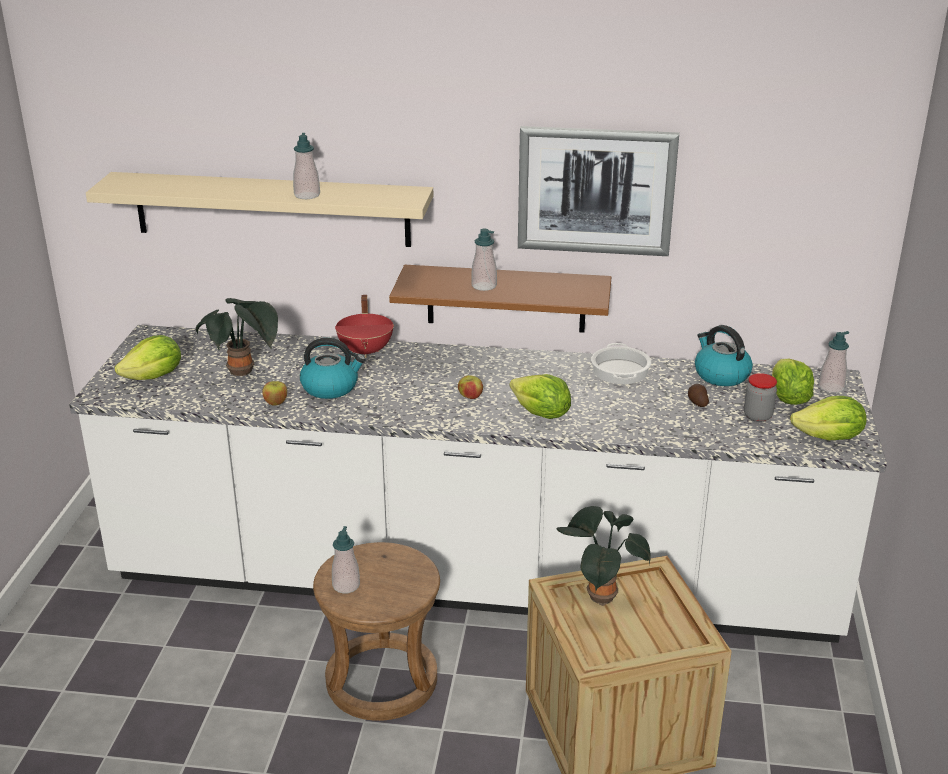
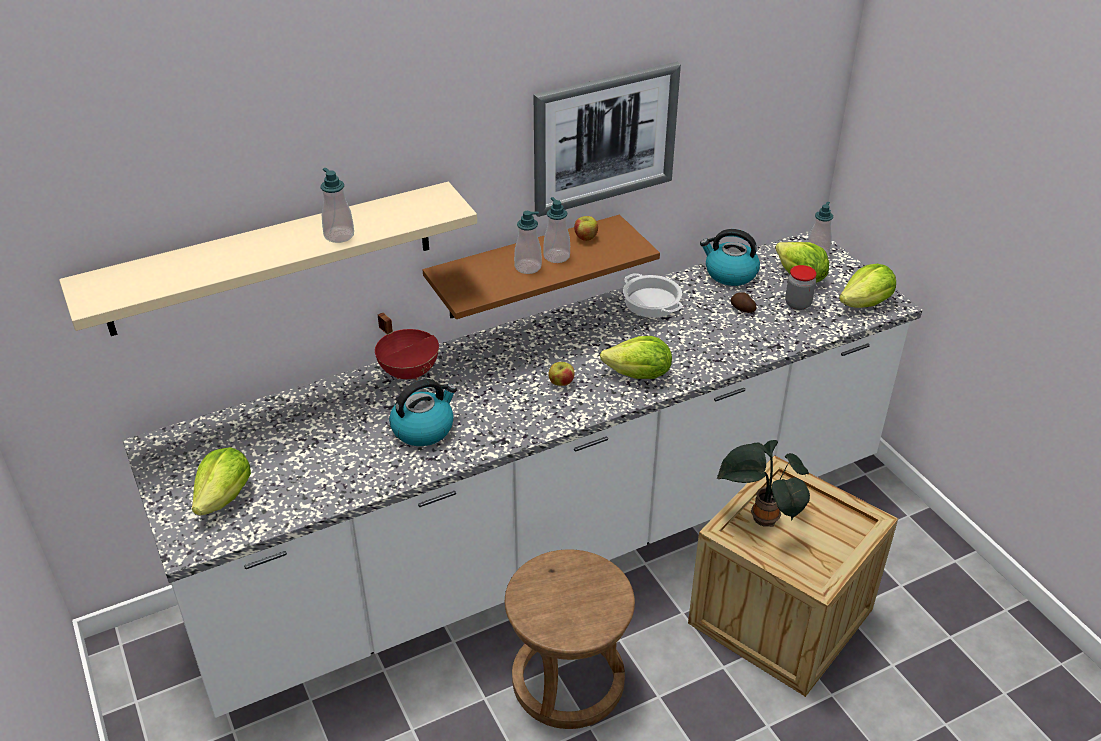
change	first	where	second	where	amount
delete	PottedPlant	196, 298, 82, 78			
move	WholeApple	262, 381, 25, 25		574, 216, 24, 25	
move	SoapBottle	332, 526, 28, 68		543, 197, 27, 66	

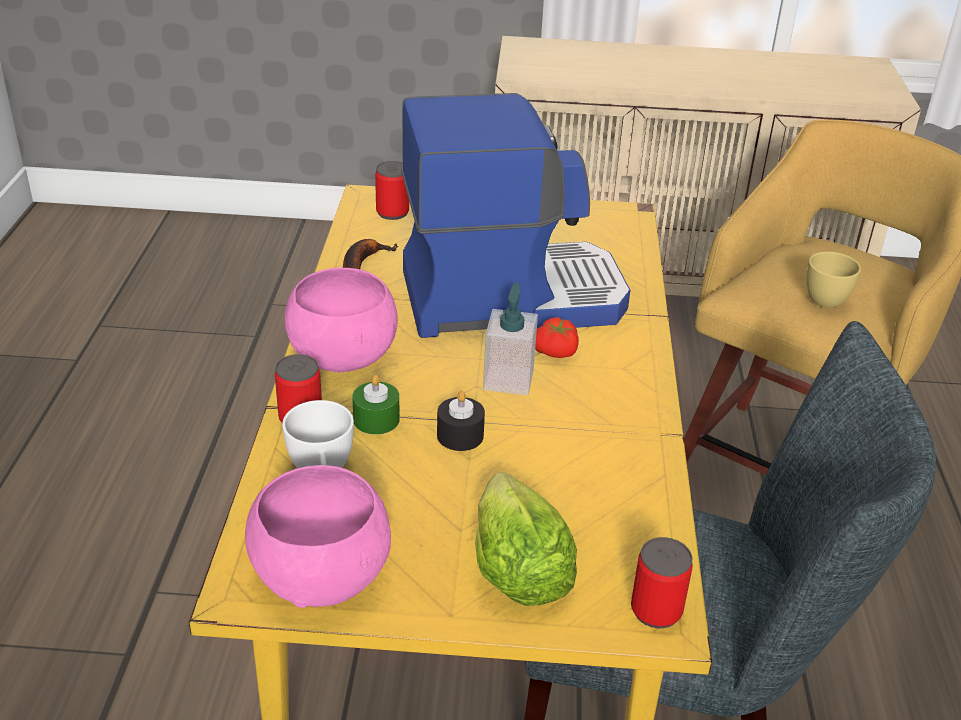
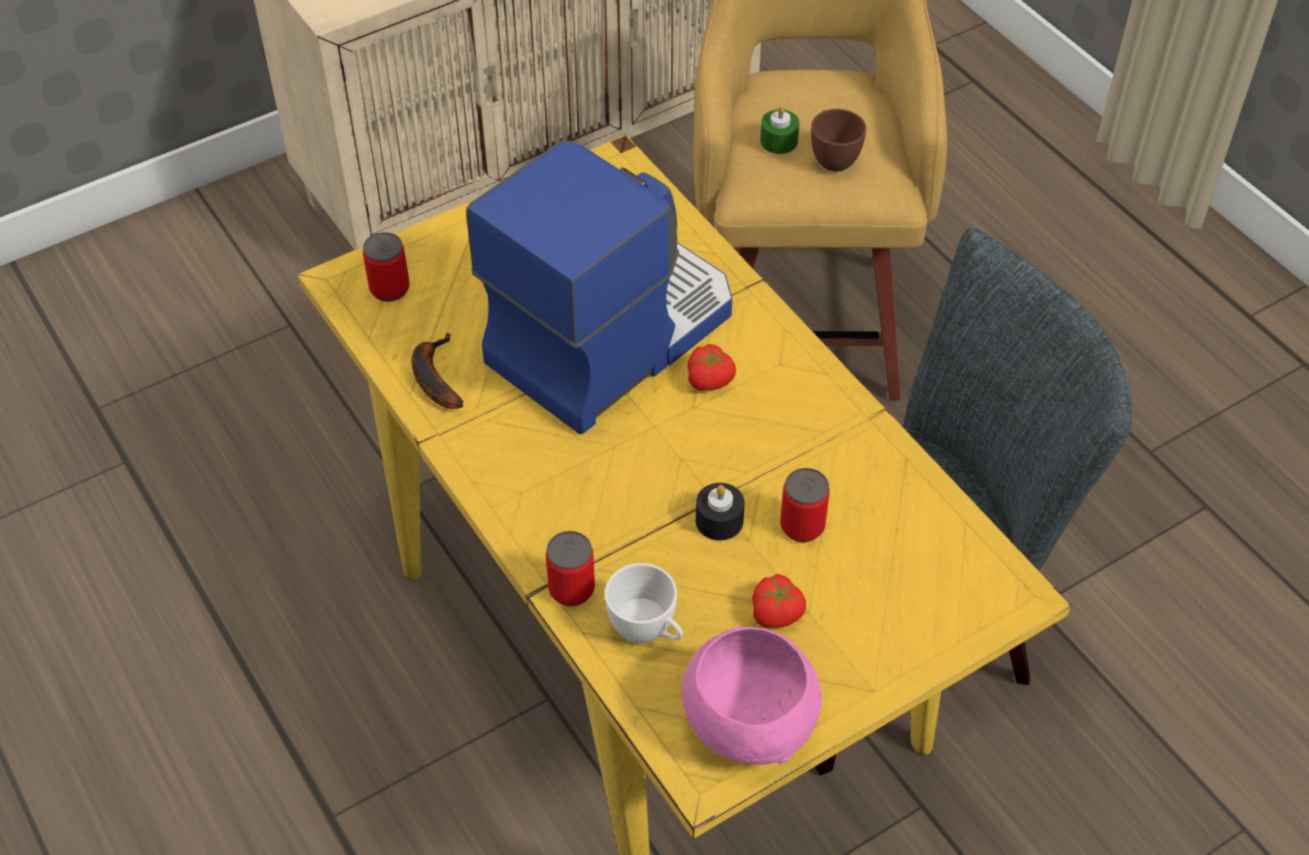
change	first	where	second	where	amount
delete	PinkBowl	285, 268, 113, 104			
delete	Lettuce	475, 472, 102, 134			
delete	SoapBottle	483, 283, 55, 112			
insert			WholeTomato	752, 574, 54, 54	
move	GreenColouredWaxLight	352, 375, 48, 60		760, 105, 39, 49	
move	Can	631, 537, 62, 91		780, 468, 50, 74	
recolor	YellowColouredCup	807, 252, 54, 56	BrownCup	811, 109, 55, 63	

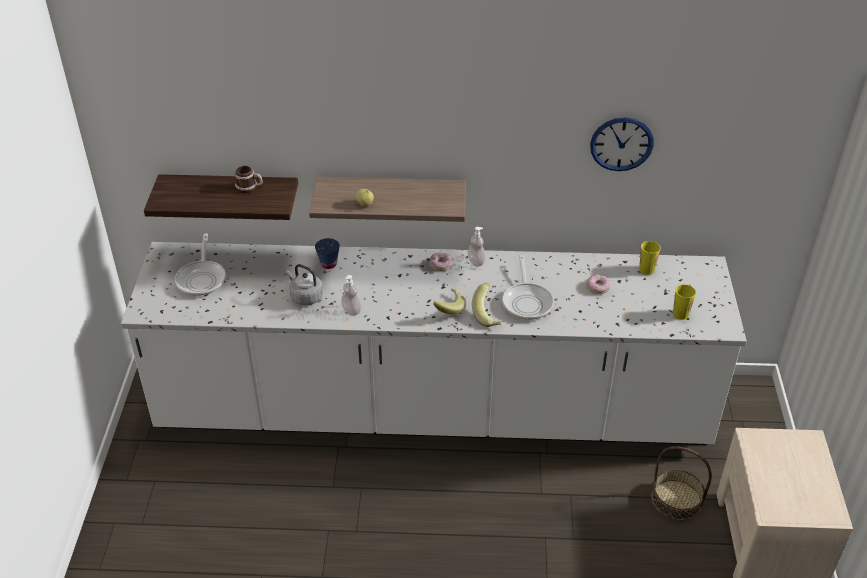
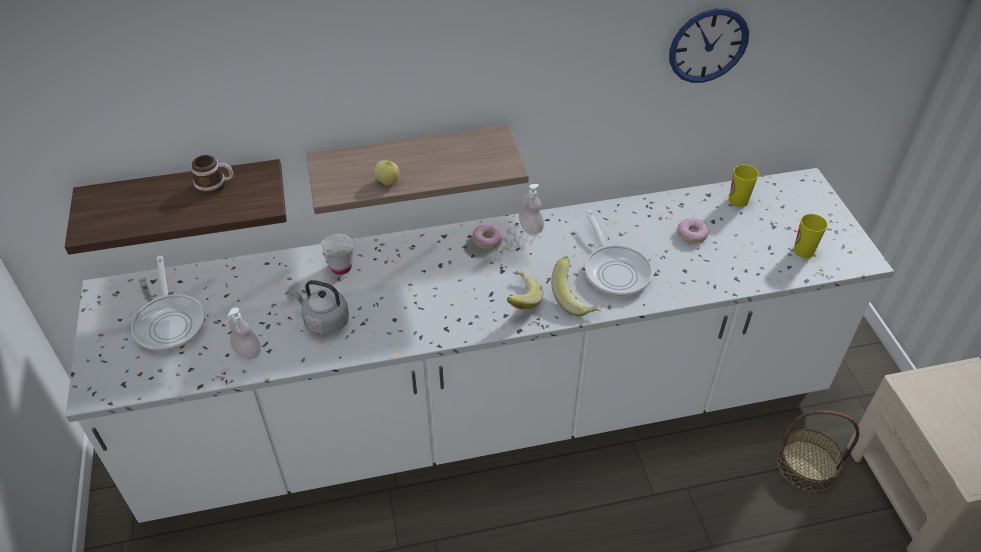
change	first	where	second	where	amount
move	SoapBottle	341, 275, 20, 41		228, 307, 33, 53	
recolor	BlueColouredCup	315, 238, 25, 31	WhitishCup	320, 233, 34, 41	

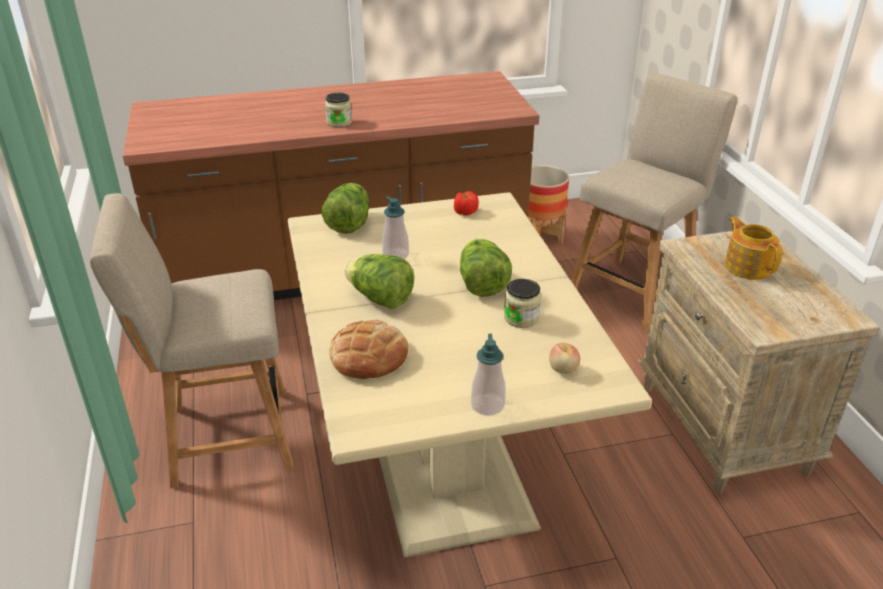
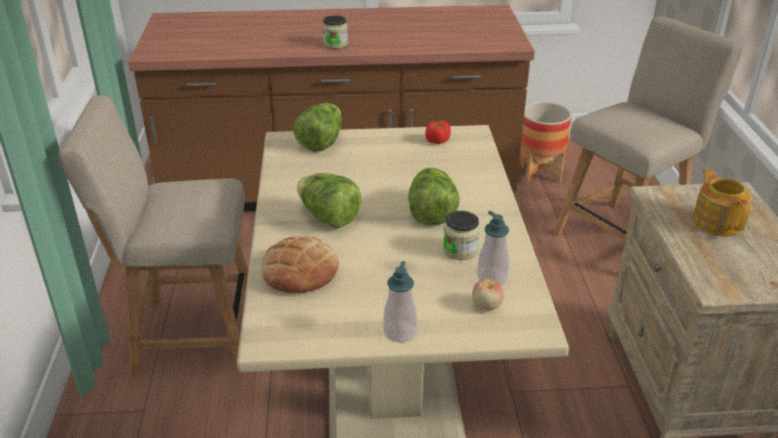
change	first	where	second	where	amount
move	SoapBottle	382, 196, 27, 63		477, 211, 32, 74	

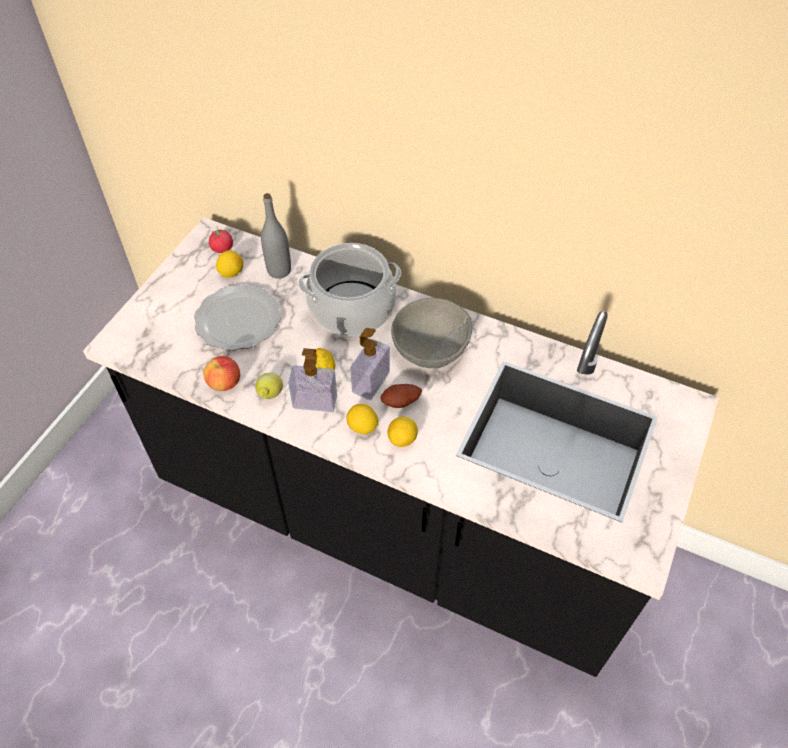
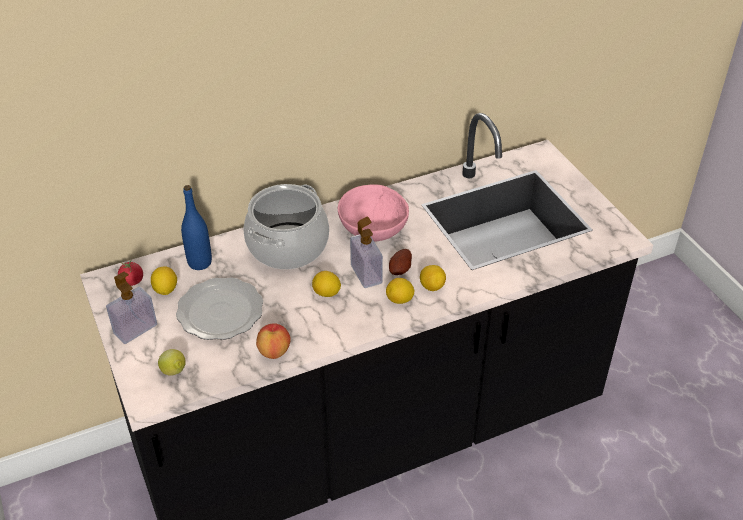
change	first	where	second	where	amount
move	Lemon	255, 373, 28, 26		158, 349, 28, 27	
move	SoapBottle	288, 348, 49, 64		106, 272, 51, 72	
recolor	GreyBottle	261, 193, 30, 86	BlueColouredBottle	181, 185, 31, 85	
recolor	GreyBowl	391, 298, 81, 70	PinkBowl	338, 185, 71, 57	

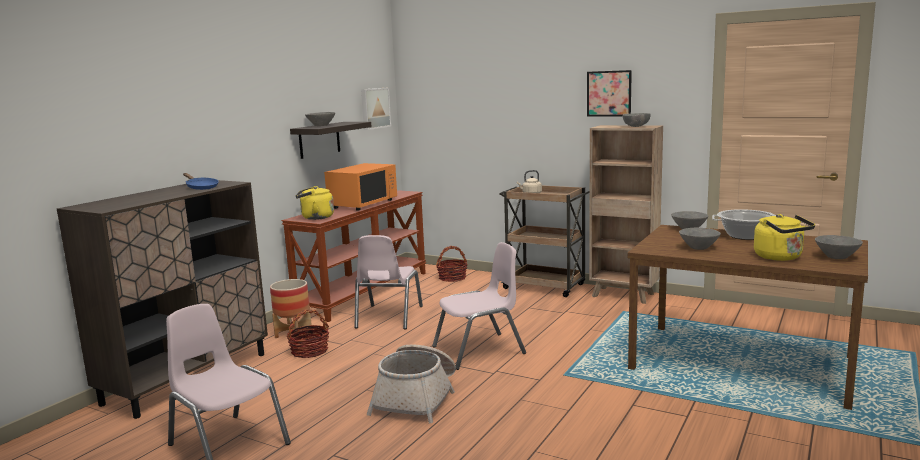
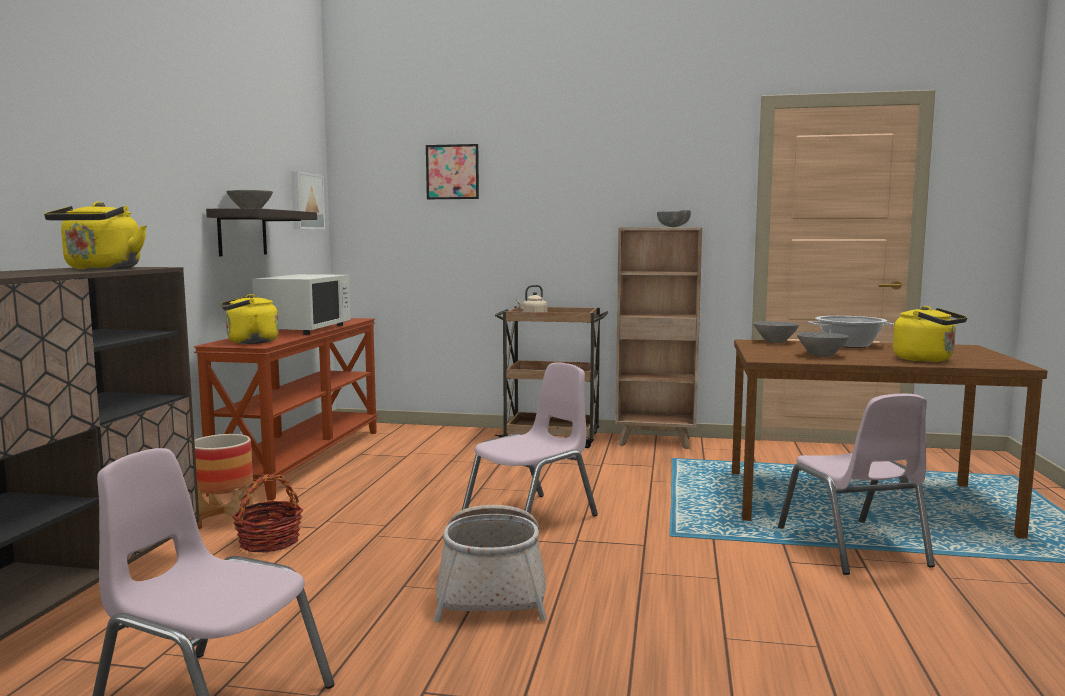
change	first	where	second	where	amount
delete	HouseholdBasket	436, 246, 32, 36			
delete	GreyBowl	815, 235, 48, 24			
move	PinkChair	354, 235, 69, 94		778, 394, 157, 181	
move	WallArt	587, 70, 45, 46		426, 144, 53, 55	
replace	BlueColouredFryingPan	183, 173, 36, 17	YellowColouredTeaKettle	44, 202, 103, 68	
recolor	OrangeColouredMicrowave	324, 163, 73, 48	WhitishMicrowave	252, 274, 99, 61	

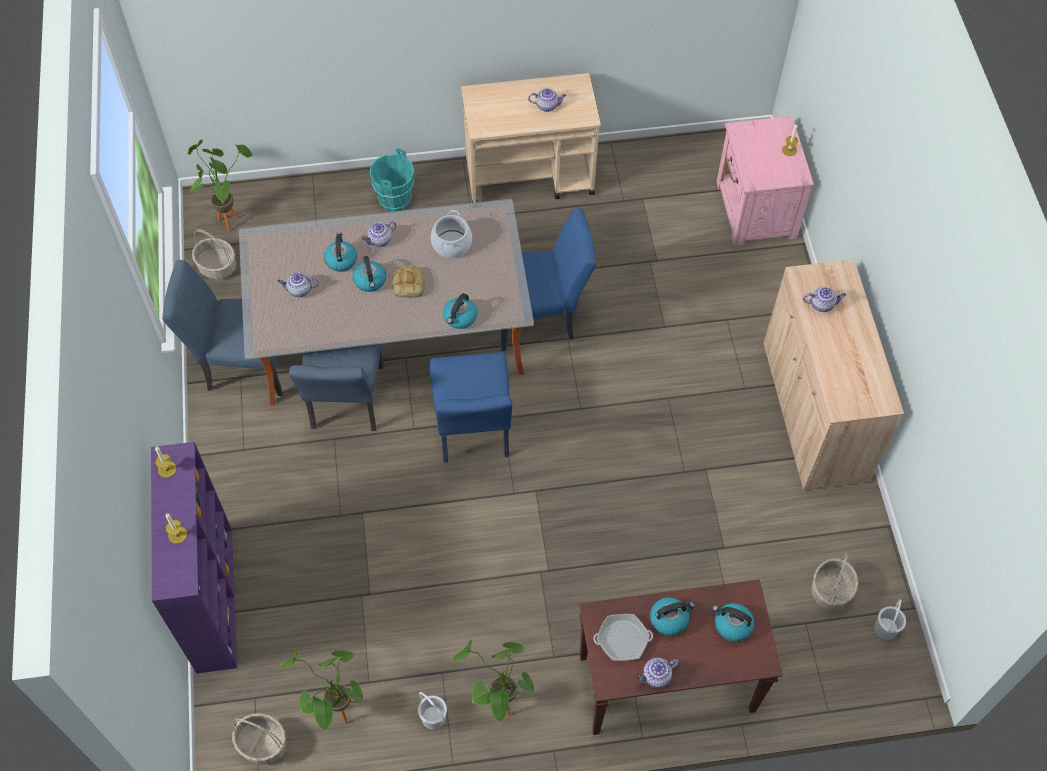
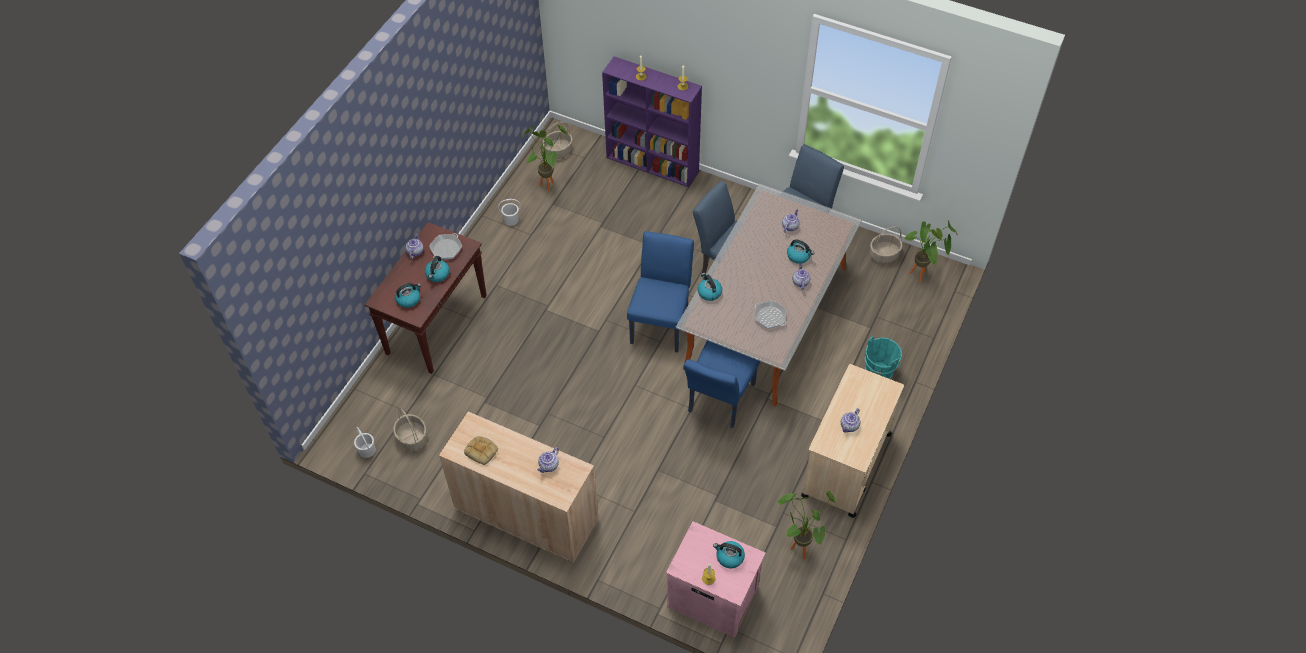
change	first	where	second	where	amount
move	TeaKettle	353, 256, 33, 36		713, 541, 32, 27	
move	BakeryBread	392, 265, 33, 32		464, 436, 34, 29	
move	PottedPlant	451, 639, 84, 83		778, 491, 57, 68	
replace	Saucepot	431, 210, 41, 48	FryingPan	754, 301, 33, 28	
rotate	BlueColouredChair	430, 352, 82, 111		627, 231, 67, 122	75 degrees clockwise

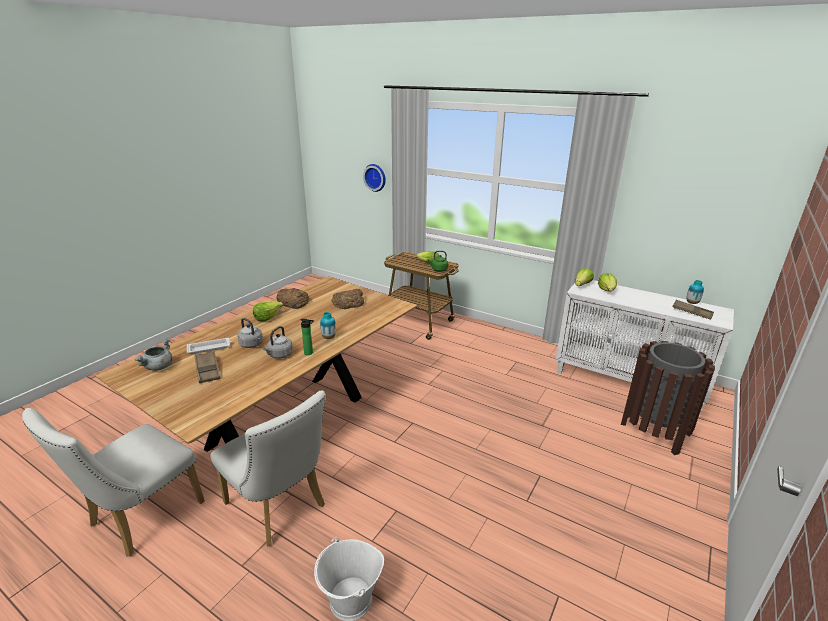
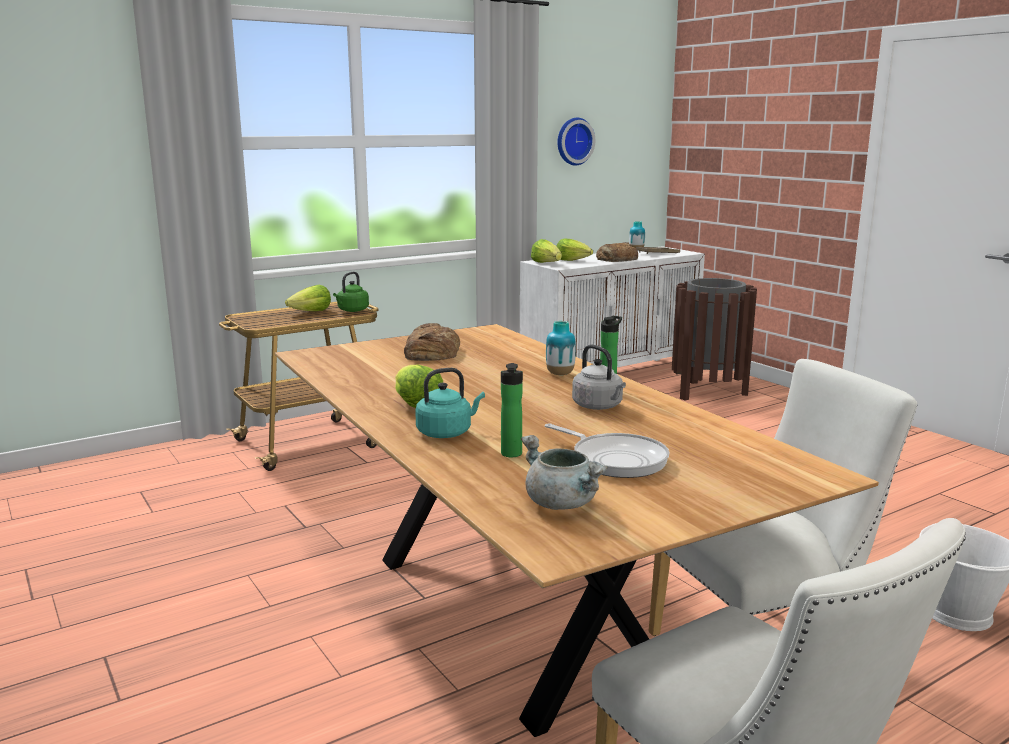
change	first	where	second	where	amount
delete	GreyTeaKettle	237, 318, 26, 30			
insert			TurquoiseColouredTeaKettle	415, 368, 70, 70	
move	BakeryBread	277, 288, 32, 21		596, 242, 42, 20	
move	ClockOnTheWall	363, 164, 23, 28		557, 118, 38, 47	
replace	WhitishCarryingTray	187, 338, 45, 16	Bottle	501, 363, 22, 94	
replace	BrownCarryingTray	194, 351, 26, 32	FryingPan	545, 423, 124, 55	

